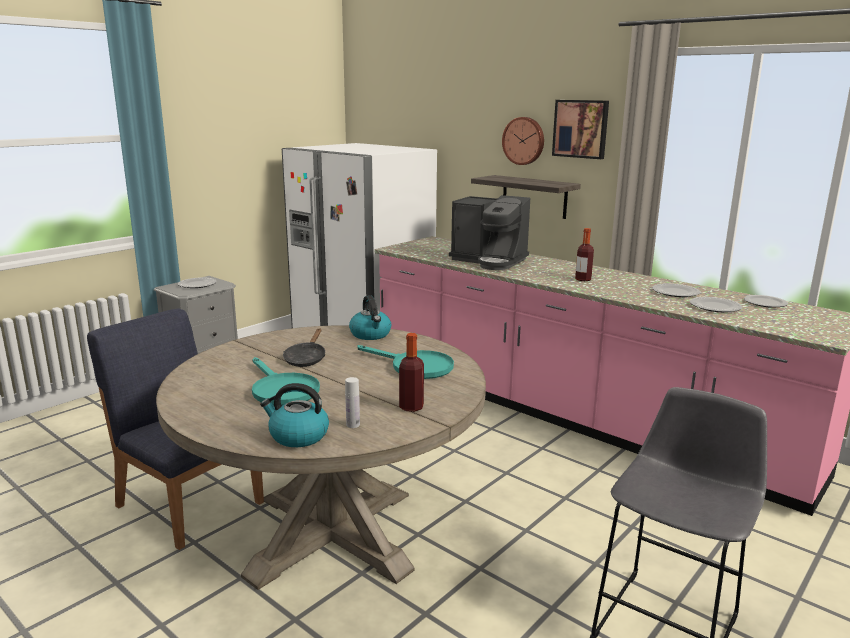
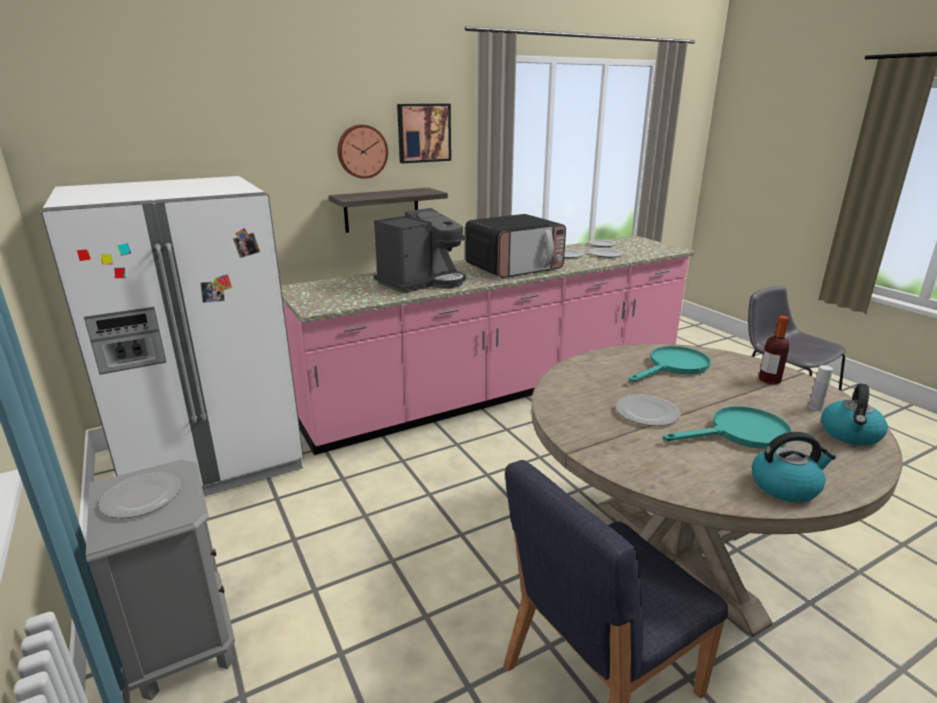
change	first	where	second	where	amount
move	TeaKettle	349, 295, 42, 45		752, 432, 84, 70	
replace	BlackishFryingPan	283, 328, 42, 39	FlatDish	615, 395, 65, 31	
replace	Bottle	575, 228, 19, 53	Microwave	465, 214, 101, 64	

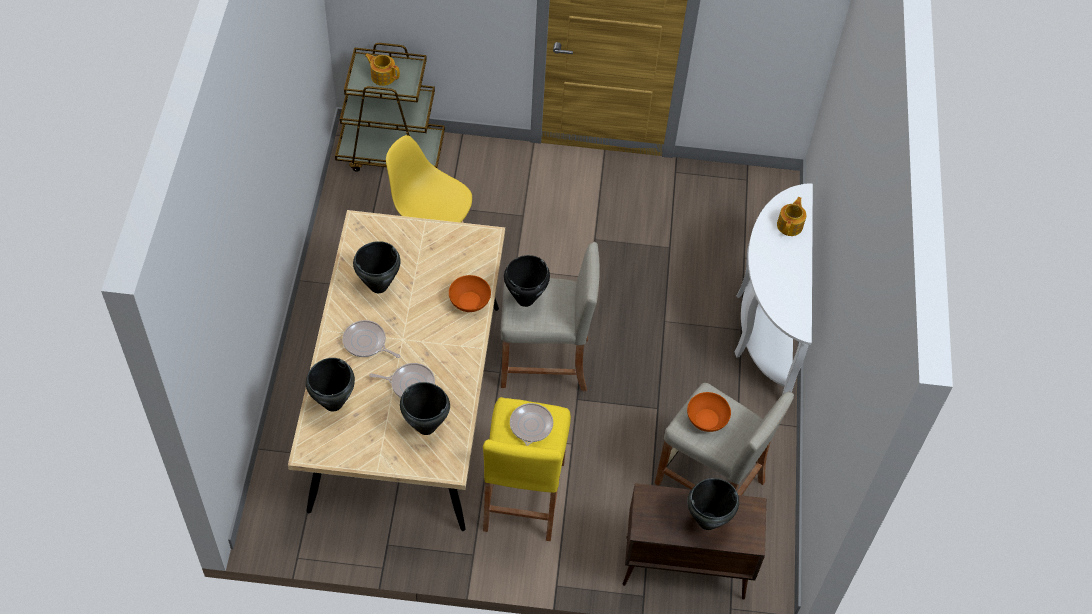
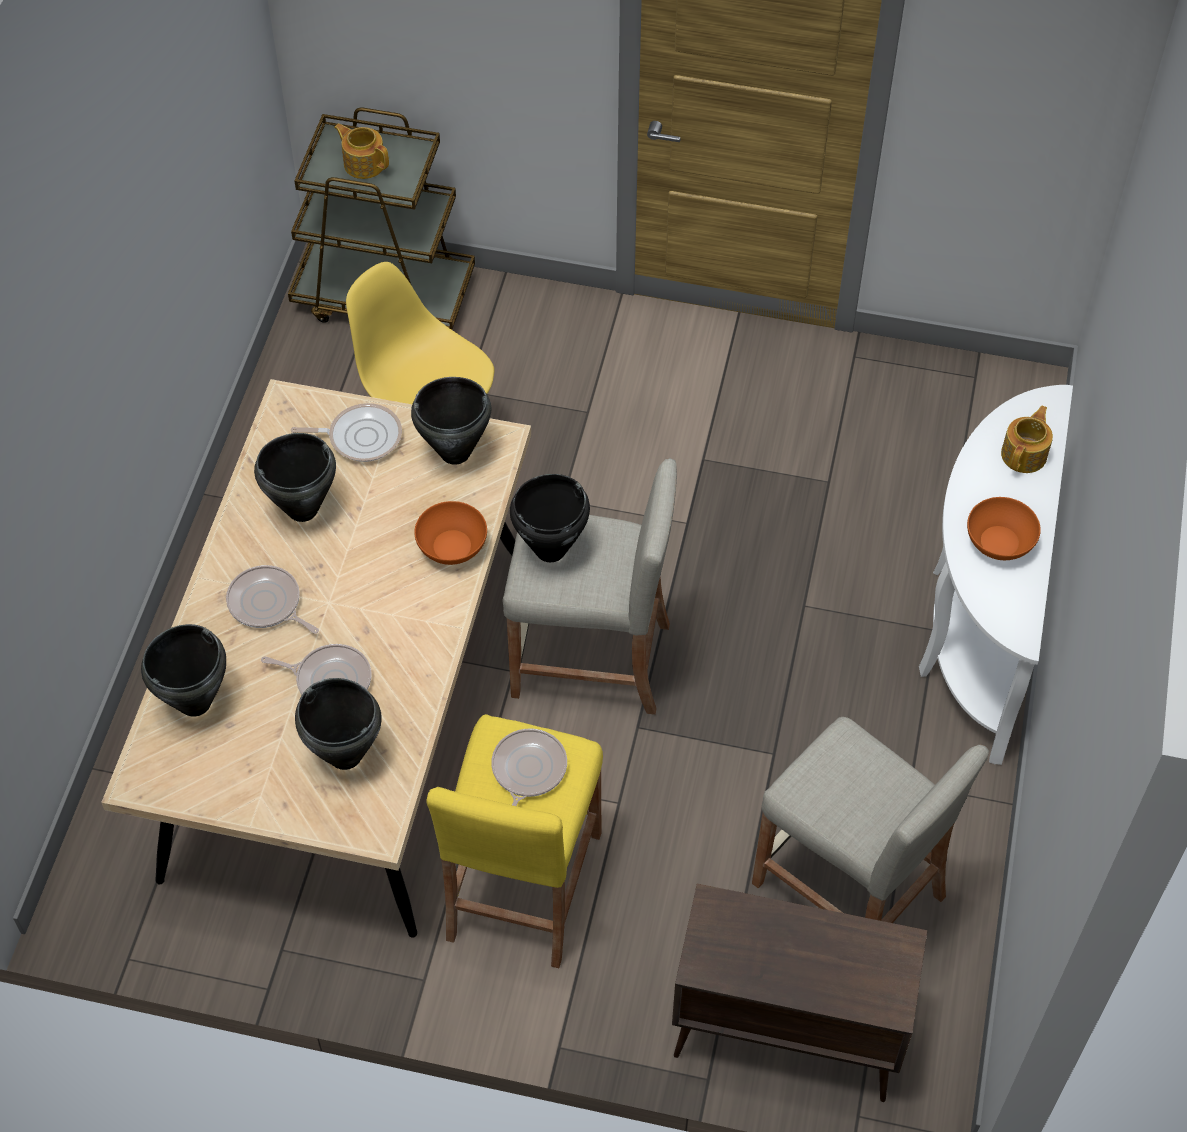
change	first	where	second	where	amount
insert			FryingPan	291, 403, 111, 59	
move	OrangeColouredBowl	687, 392, 44, 40		967, 497, 74, 63	
move	BlackishSaucepot	687, 478, 52, 52		411, 377, 81, 88	

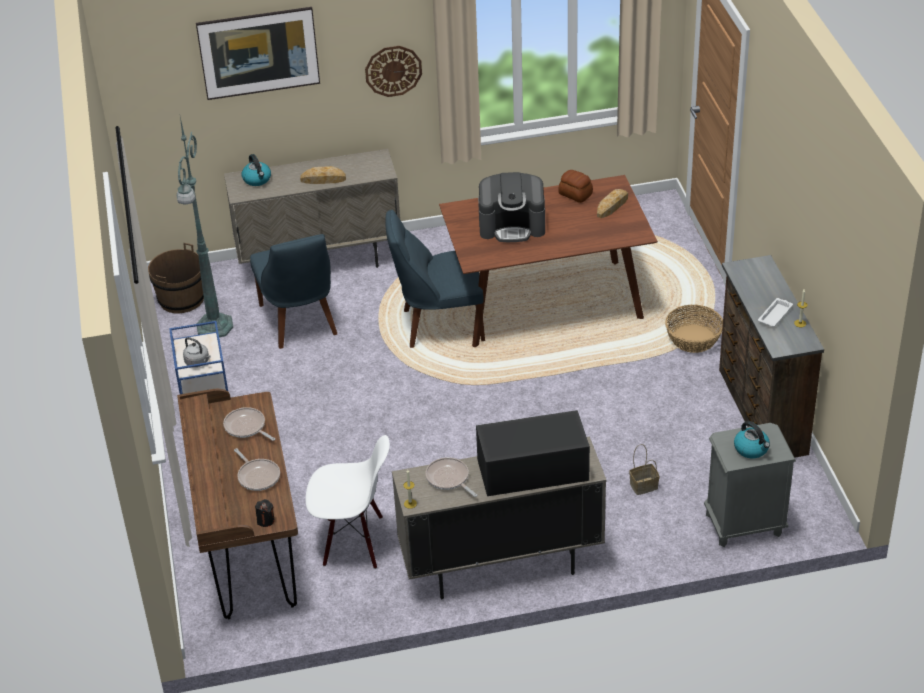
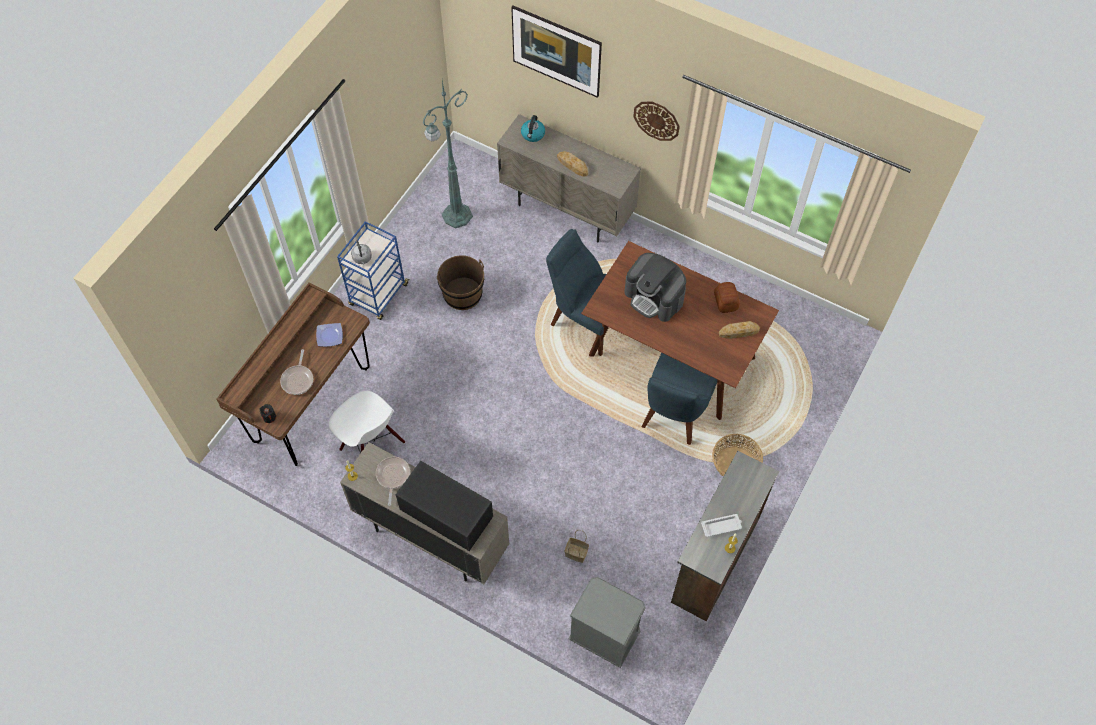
change	first	where	second	where	amount
delete	TeaKettle	734, 421, 36, 37			
move	BrownPail	148, 243, 56, 70		437, 255, 47, 55	
move	BlueColouredChair	250, 234, 87, 115		642, 353, 75, 92	
replace	FryingPan	223, 407, 52, 34	FlatDish	316, 323, 27, 24	

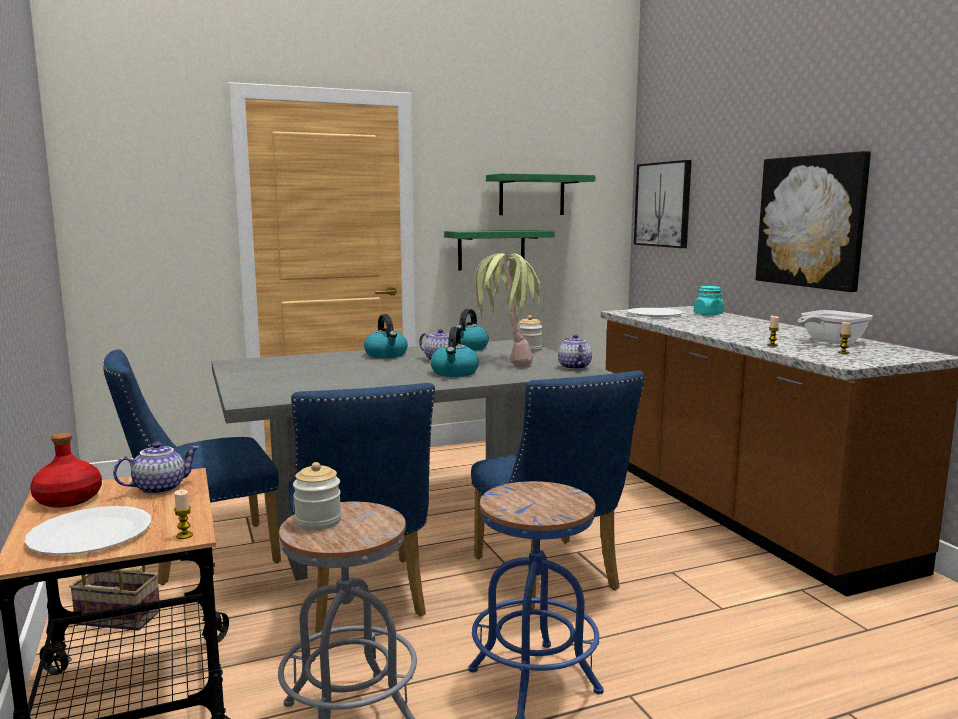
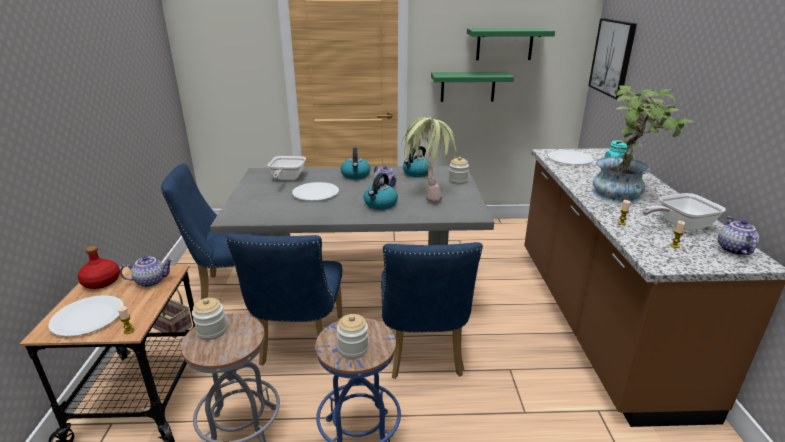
change	first	where	second	where	amount
delete	WallArt	756, 151, 115, 141			
insert			FryingPan	268, 156, 38, 24	
insert			WhitishFlatDish	292, 182, 47, 19	
insert			Jar	337, 314, 32, 45	
insert			PottedPlant	593, 86, 102, 117	
move	Teapot	558, 334, 34, 36		718, 216, 42, 39	

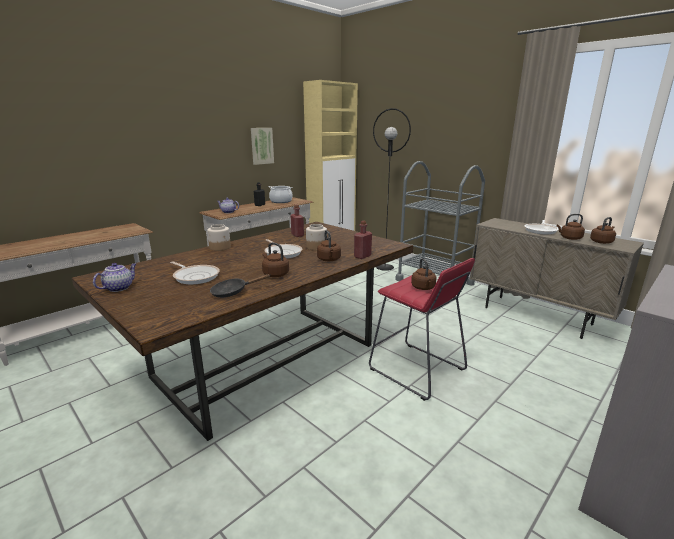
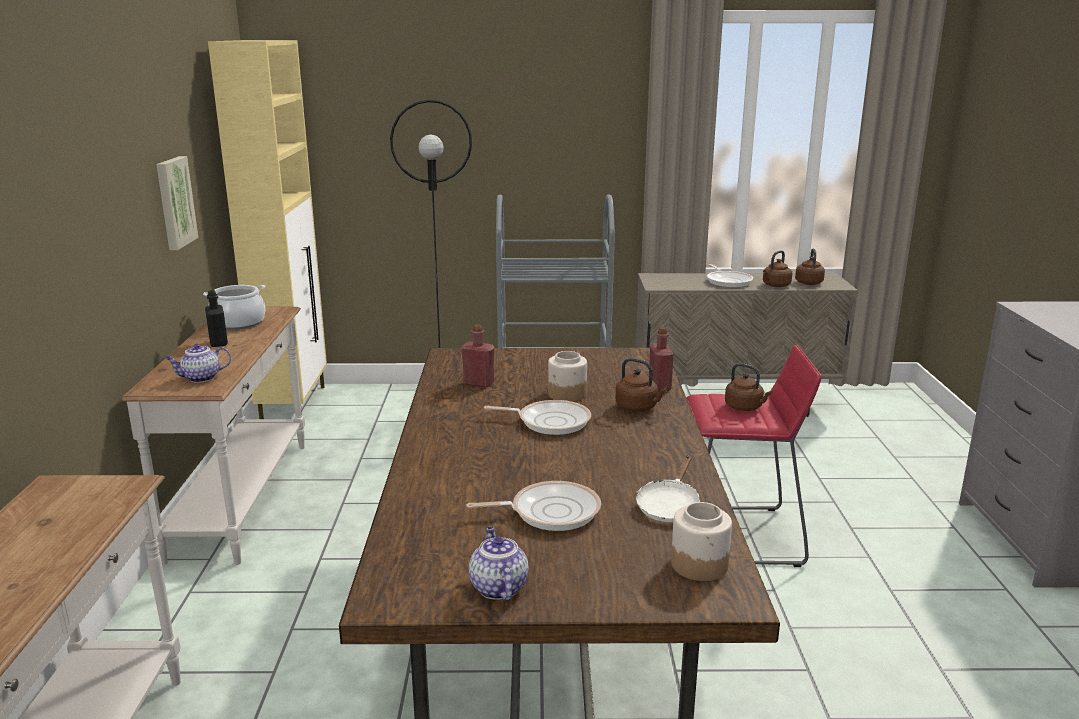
change	first	where	second	where	amount
delete	BrownTeaKettle	262, 242, 27, 35			
move	Jar	207, 224, 24, 27		671, 502, 61, 79	
recolor	BlackishFryingPan	210, 274, 60, 24	WhitishFryingPan	636, 455, 64, 67	

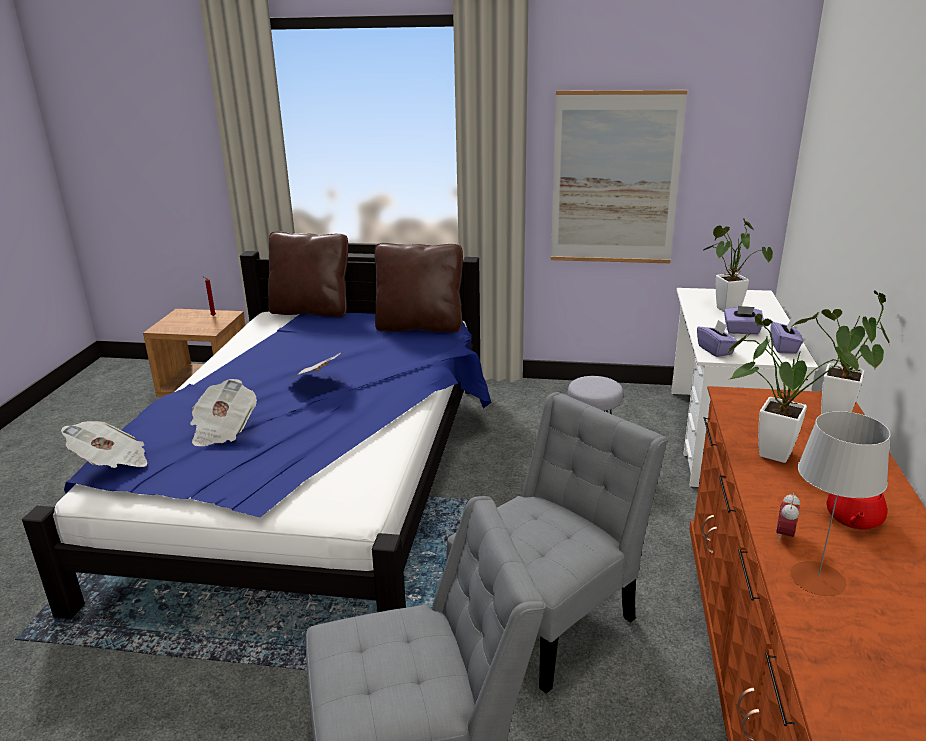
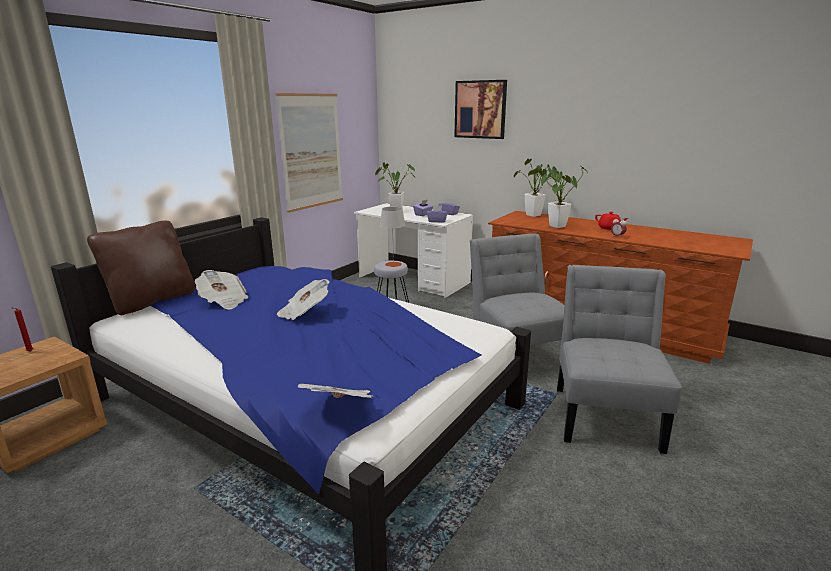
change	first	where	second	where	amount
delete	BrownCushion	374, 243, 89, 90			
insert			WallArt	454, 80, 53, 59	
move	PrintedPaper	190, 379, 67, 67		194, 270, 54, 40	
move	GreyTableLamp	790, 411, 100, 185		380, 207, 25, 60	

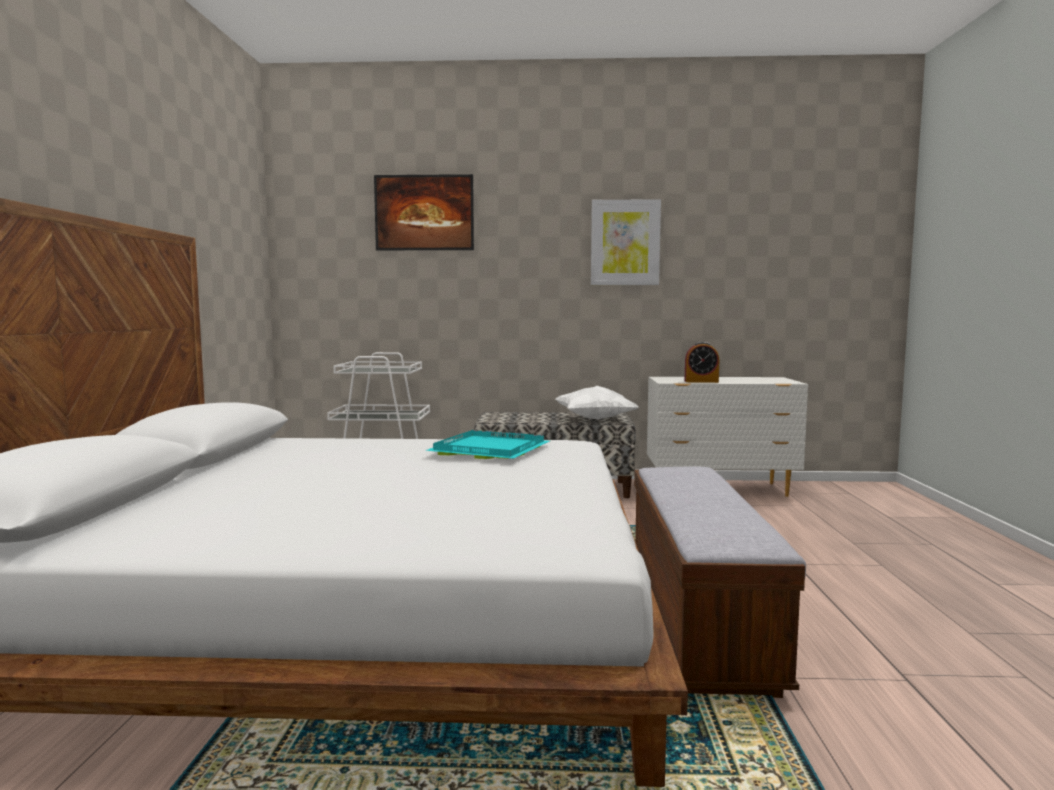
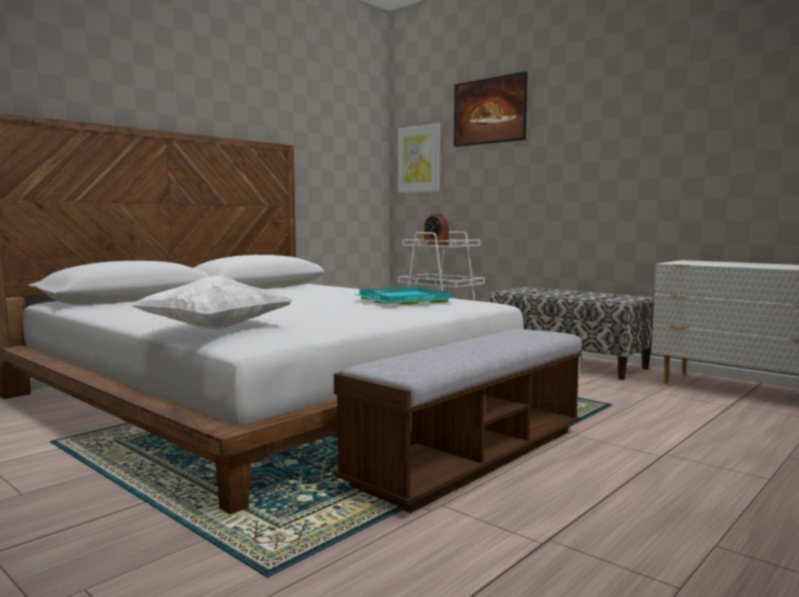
change	first	where	second	where	amount
move	WhitishCushion	556, 386, 83, 33		131, 276, 161, 53	
move	WallArt	591, 199, 70, 86		398, 123, 42, 70	
move	TableClock	685, 342, 34, 41		424, 213, 25, 32	

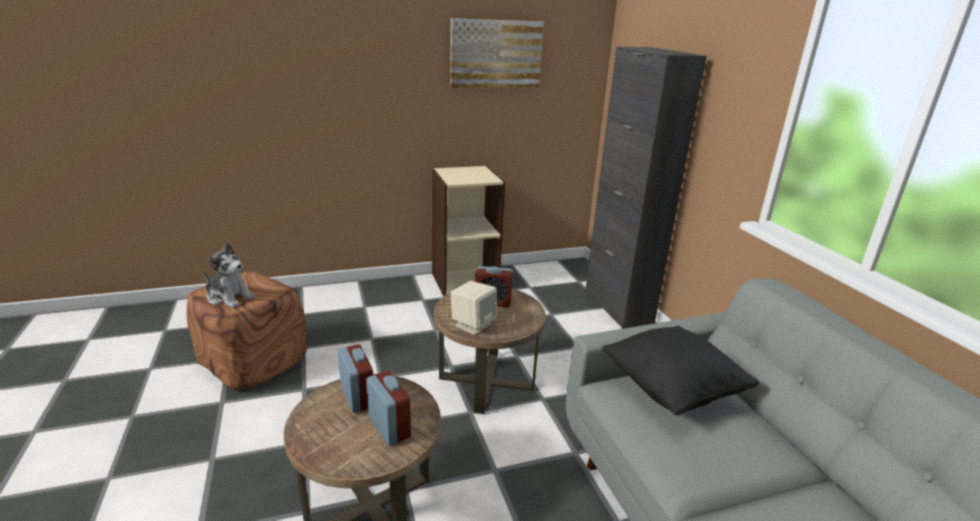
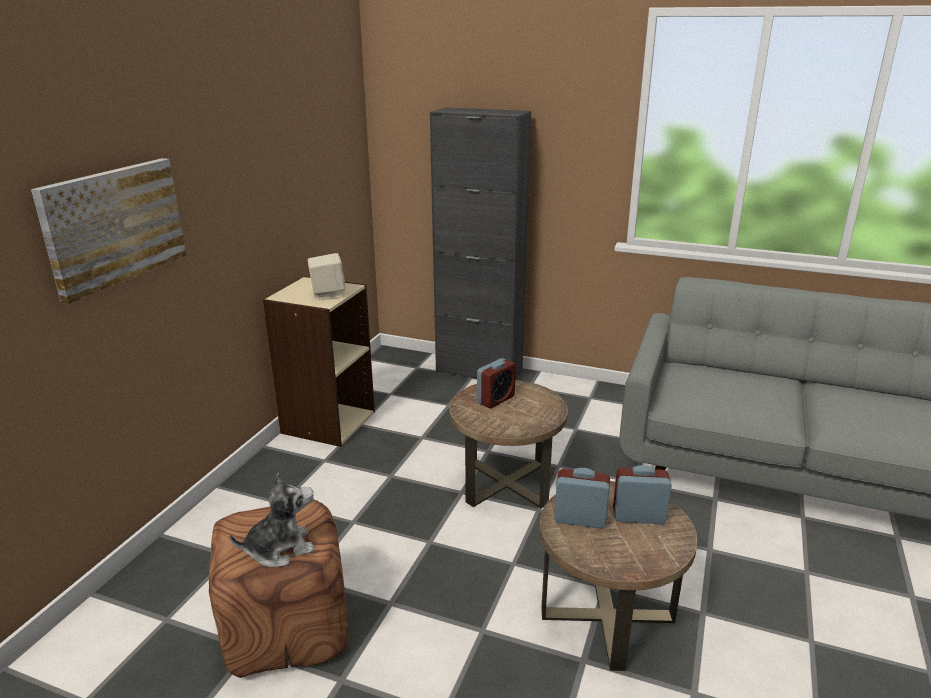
change	first	where	second	where	amount
delete	BlackishCushion	602, 326, 157, 89			
move	WallArt	450, 18, 94, 70		31, 158, 155, 146	
move	BeigeColouredAudioSpeaker	450, 281, 47, 54		308, 253, 38, 47	

